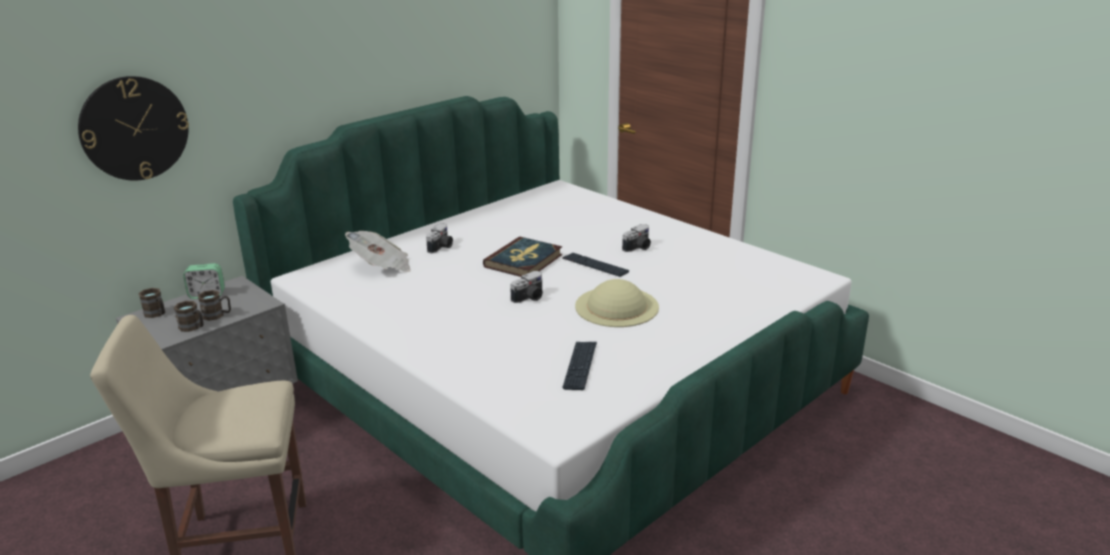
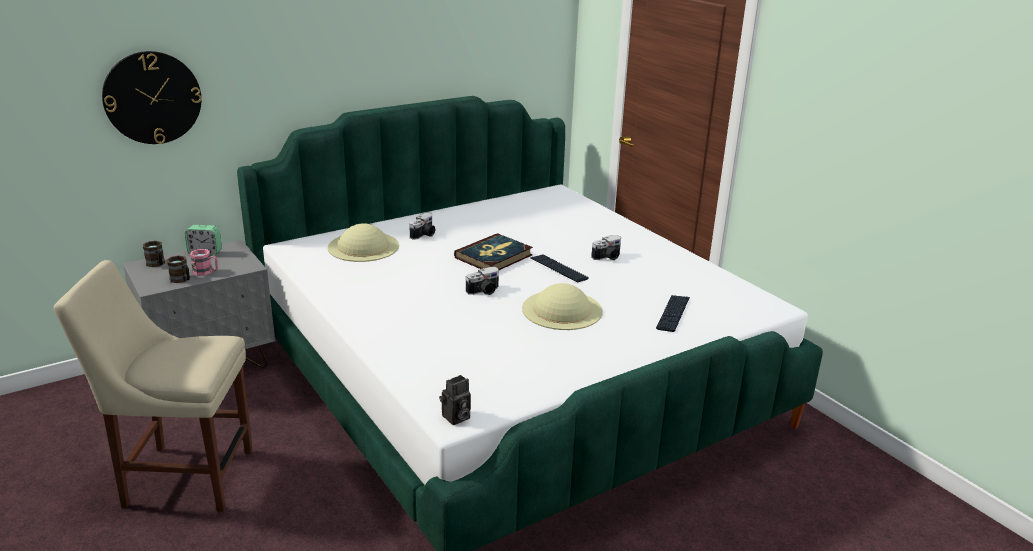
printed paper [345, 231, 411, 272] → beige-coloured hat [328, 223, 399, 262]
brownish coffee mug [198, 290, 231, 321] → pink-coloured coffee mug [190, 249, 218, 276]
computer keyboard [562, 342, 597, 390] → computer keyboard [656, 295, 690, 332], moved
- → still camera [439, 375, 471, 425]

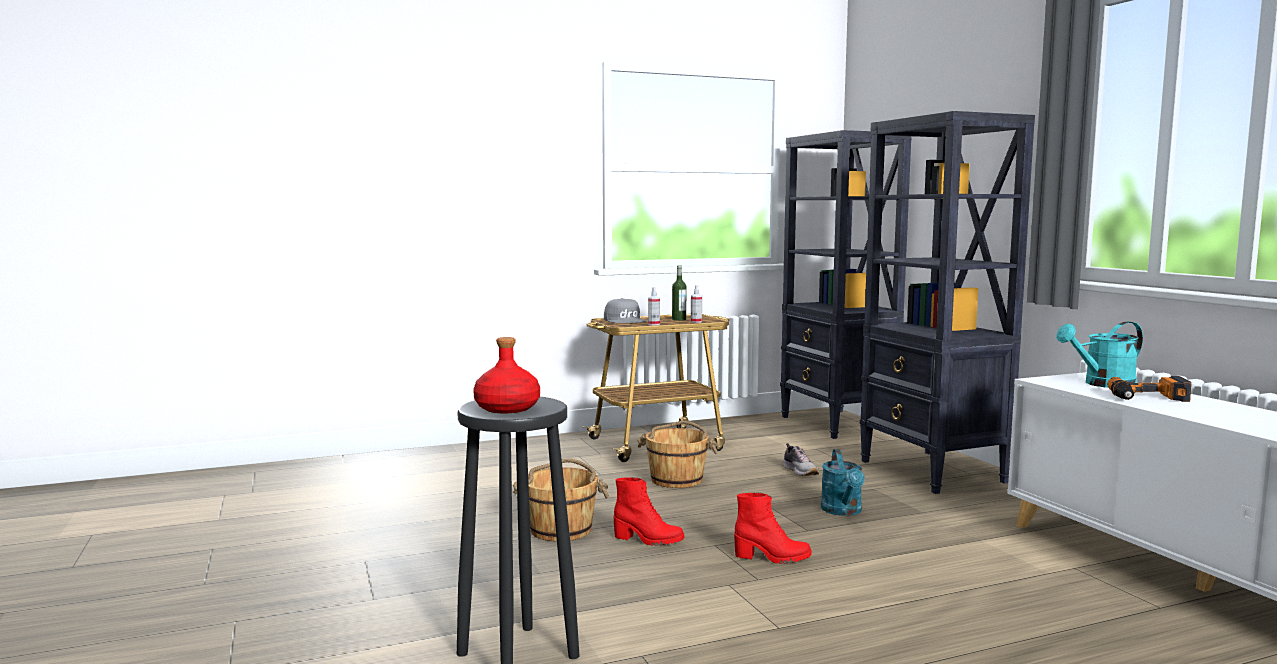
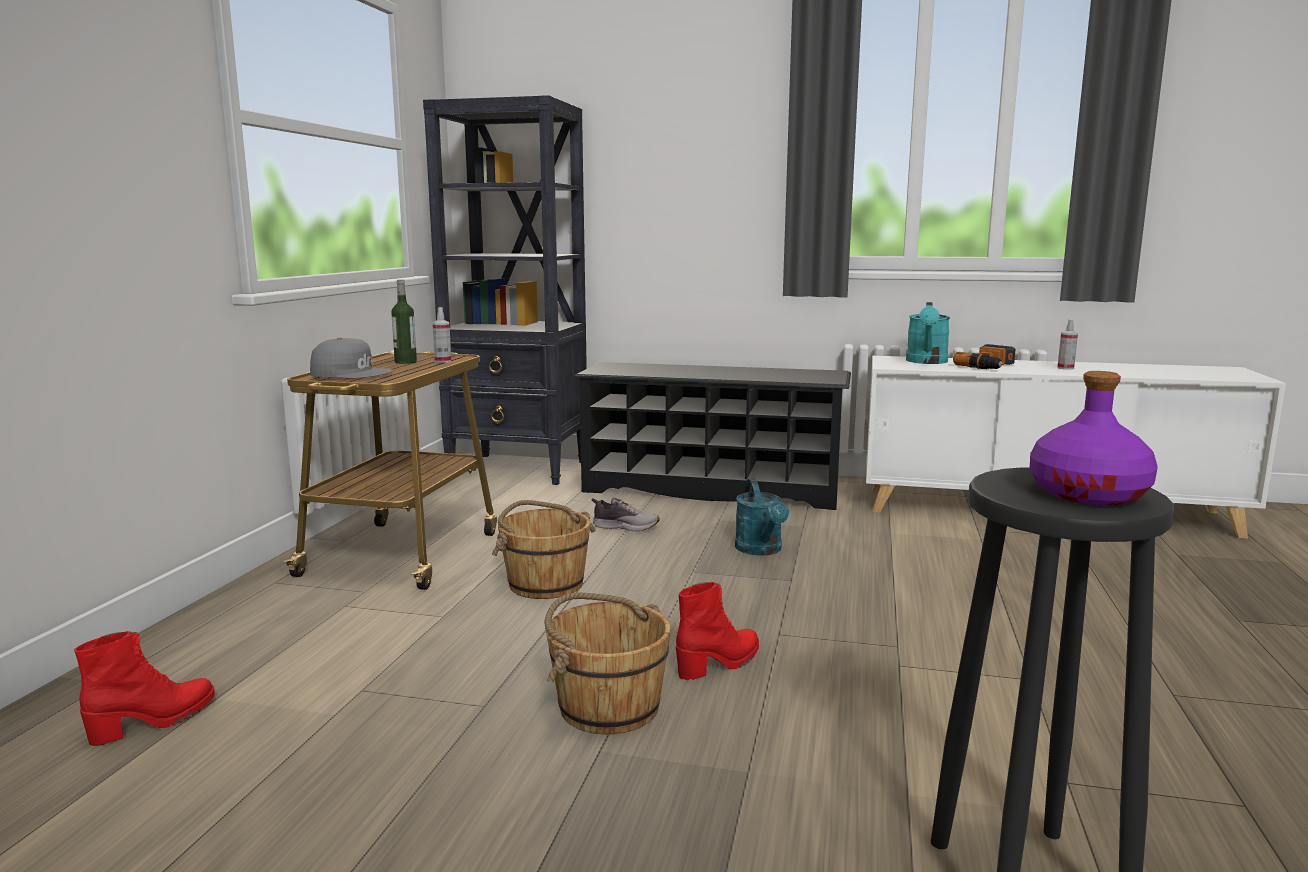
blackish bookshelf [860, 111, 1035, 494] → blackish shoe stand [572, 362, 851, 510]
sprayer [648, 287, 660, 325] → sprayer [1057, 319, 1078, 370], moved
reddish bottle [473, 337, 540, 413] → purplish bottle [1030, 371, 1158, 505]
turquoise watering pot [821, 449, 865, 516] → turquoise watering pot [735, 479, 789, 556], 45 degrees clockwise
reddish boot [734, 492, 812, 564] → reddish boot [74, 631, 215, 746], moved

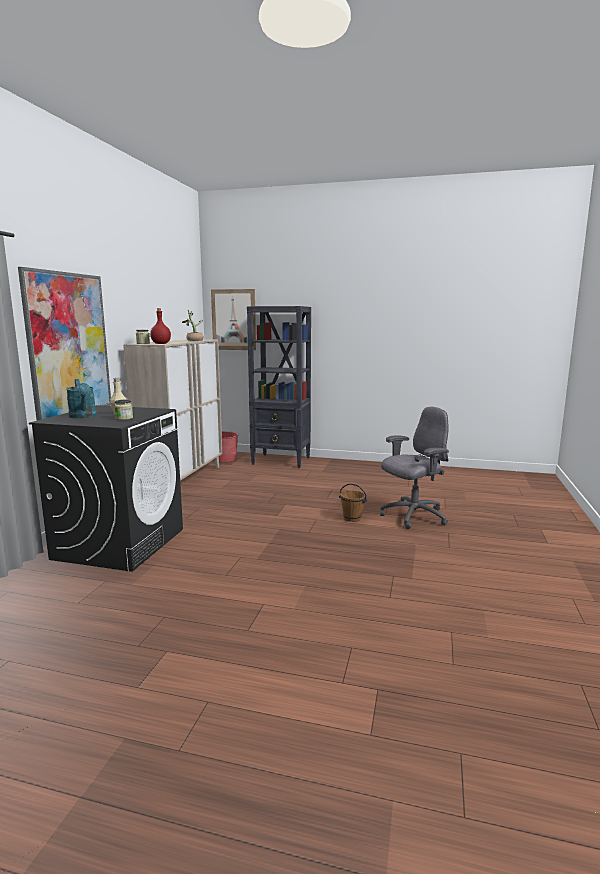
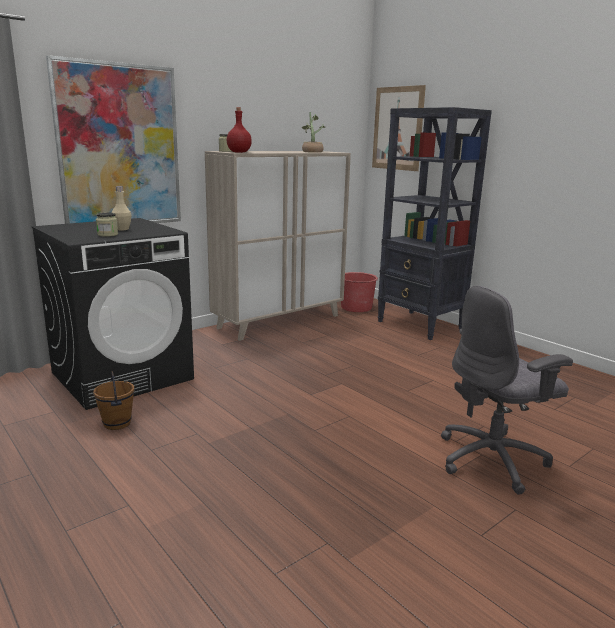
turquoise watering pot [66, 379, 97, 418] → -
greyish office chair [380, 407, 449, 529] → greyish office chair [441, 286, 573, 495], 150 degrees clockwise
brownish water bucket [339, 483, 367, 522] → brownish water bucket [93, 372, 134, 430], moved

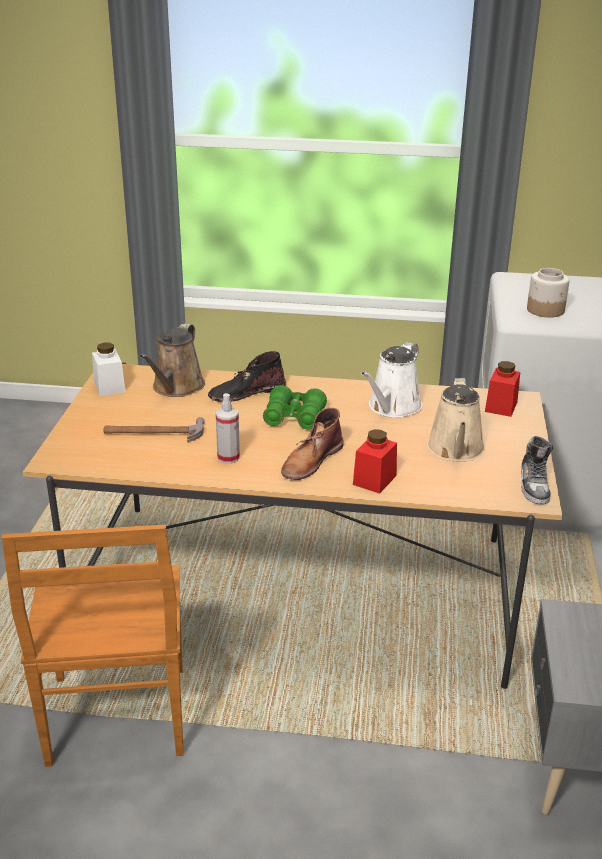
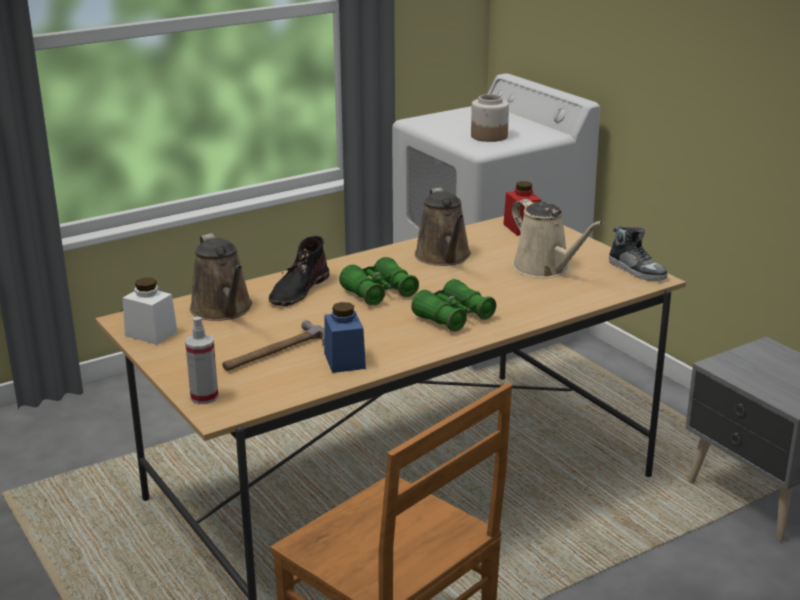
white watering pot [361, 342, 423, 418] → brownish watering pot [415, 188, 471, 266]
sprayer [216, 393, 240, 464] → sprayer [185, 317, 218, 404], moved
brownish boot [281, 408, 344, 480] → green-coloured field glasses [411, 279, 496, 332]
reddish preserve jar [353, 429, 397, 494] → -
- → blue-coloured preserve jar [324, 302, 366, 373]

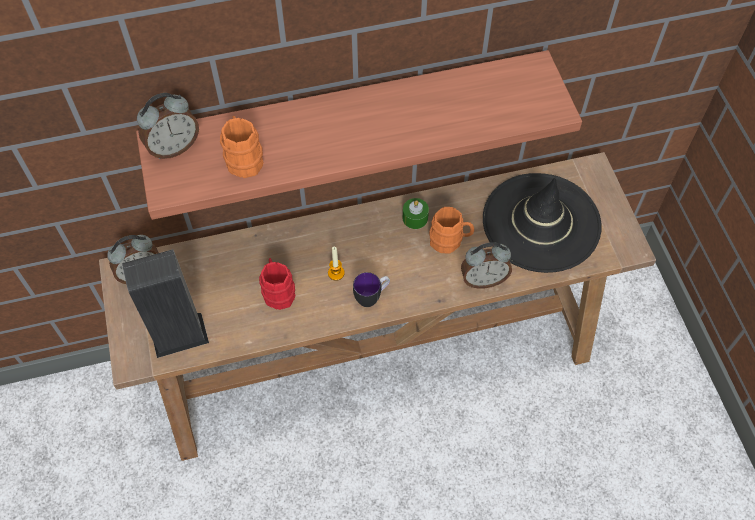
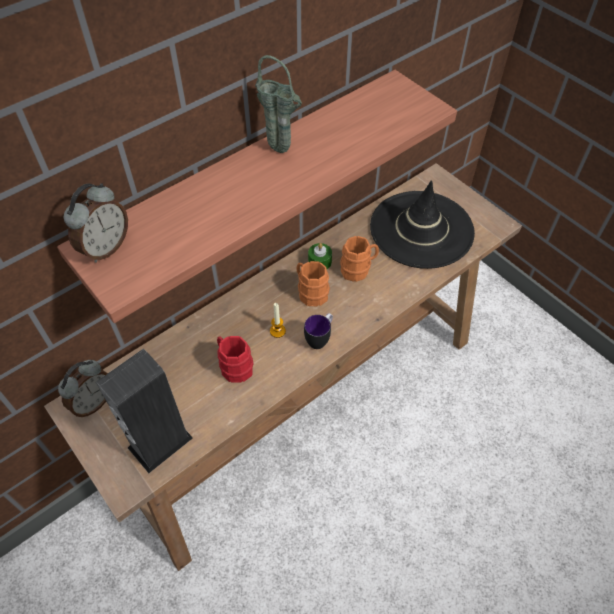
orange coffee mug [220, 116, 264, 178] → orange coffee mug [297, 261, 330, 306], moved
bedside clock [461, 242, 512, 289] → -
- → green-coloured vase [255, 55, 302, 153]

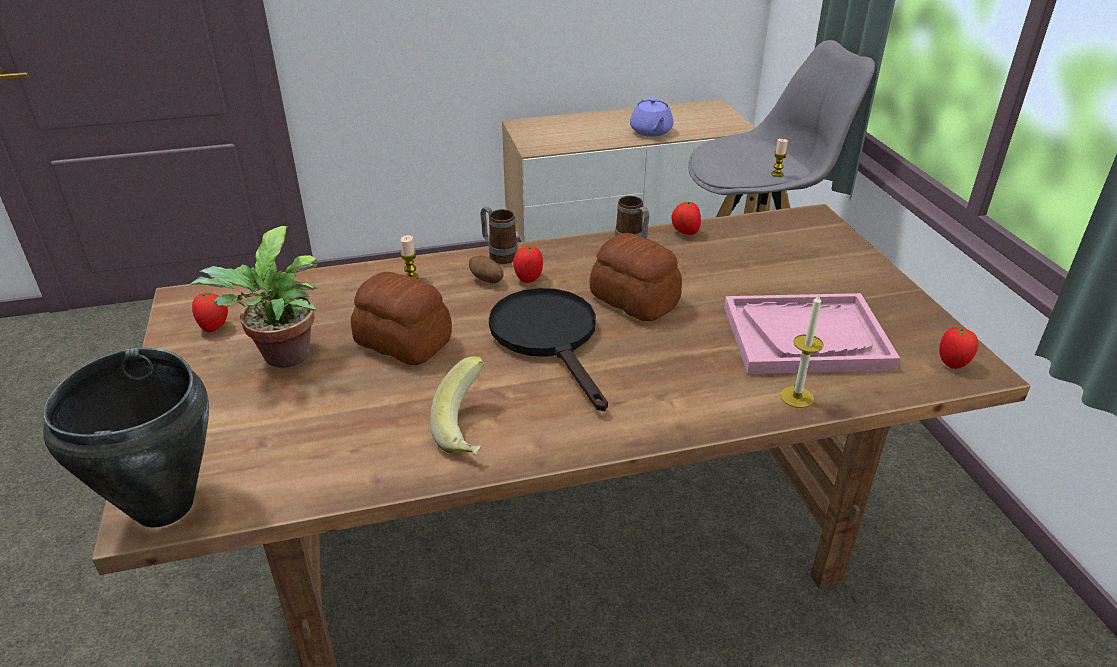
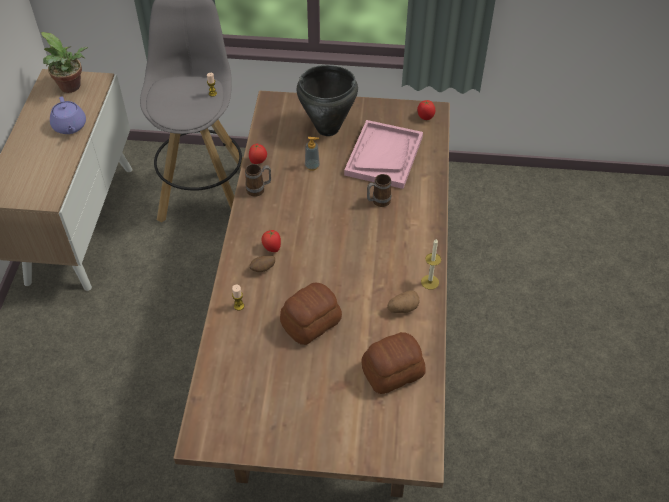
purplish tea pot [630, 98, 673, 137] → purplish tea pot [50, 97, 86, 134], 60 degrees clockwise
coffee mug [480, 206, 518, 264] → coffee mug [367, 174, 391, 207], moved
potted plant [189, 226, 319, 368] → potted plant [41, 32, 88, 93], moved
bakery bread [590, 233, 682, 321] → bakery bread [362, 332, 426, 394], moved
blackish skillet [489, 288, 608, 411] → -
fresh tomato [192, 291, 228, 332] → -
candle [780, 294, 824, 408] → candle [421, 239, 441, 290], moved
blackish cooking pot [43, 347, 209, 527] → blackish cooking pot [297, 65, 358, 136], moved
whole banana [430, 356, 485, 456] → spud [387, 290, 420, 313]
- → liquid soap bottle [305, 137, 320, 171]

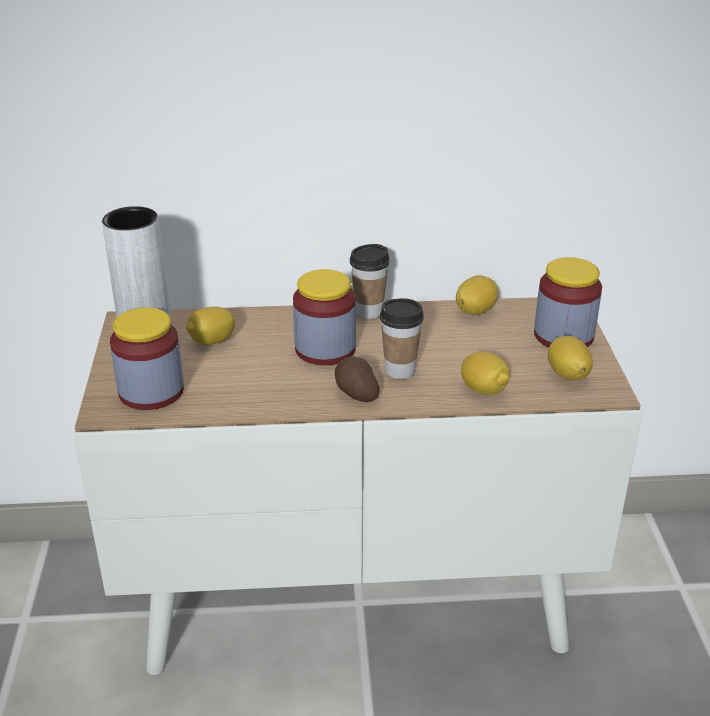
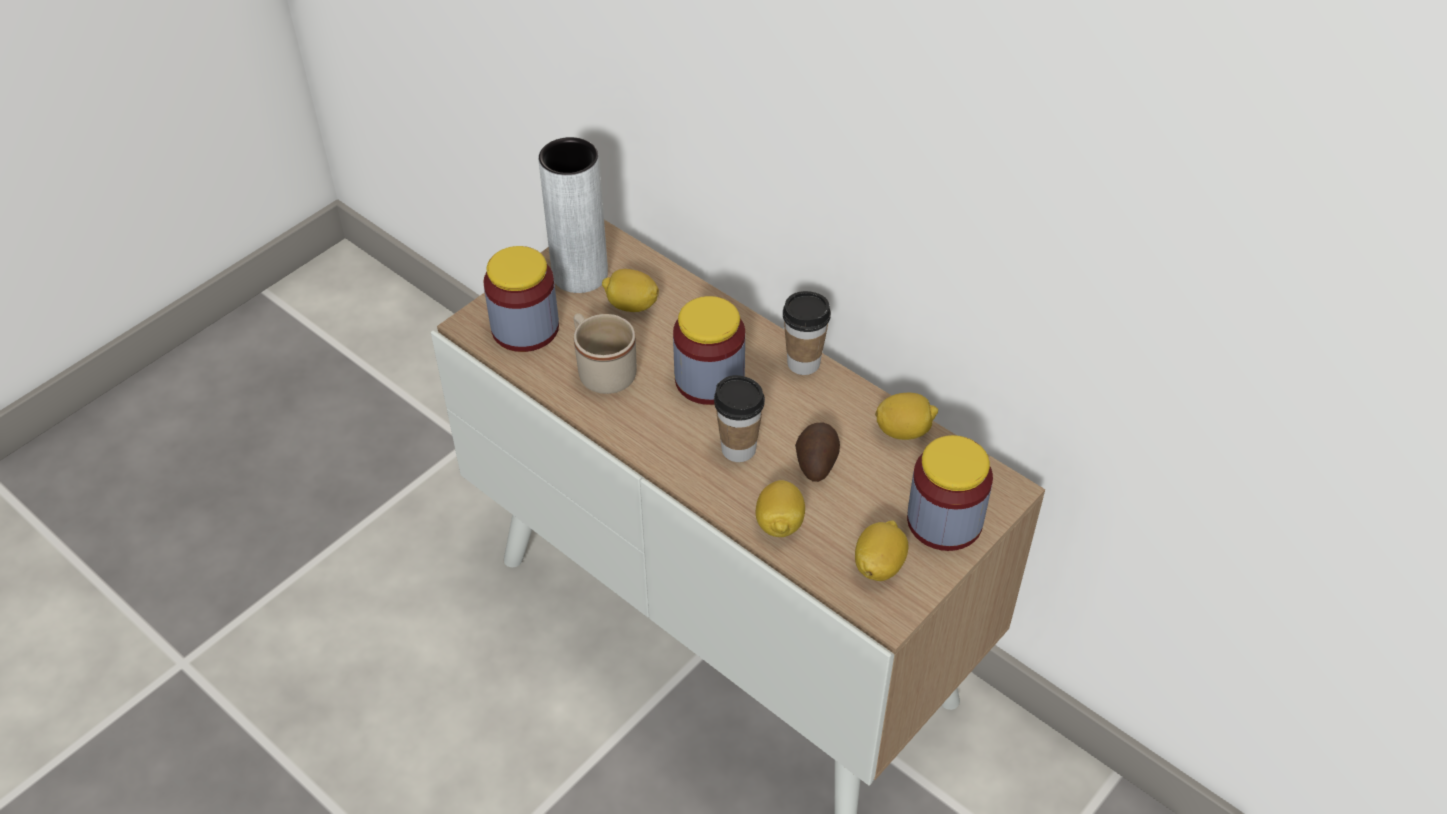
spud [335, 356, 380, 402] → spud [795, 423, 840, 482], moved
- → beige-coloured coffee mug [573, 313, 637, 394]

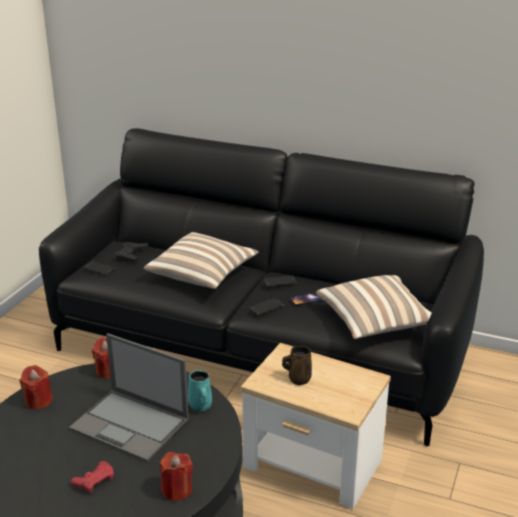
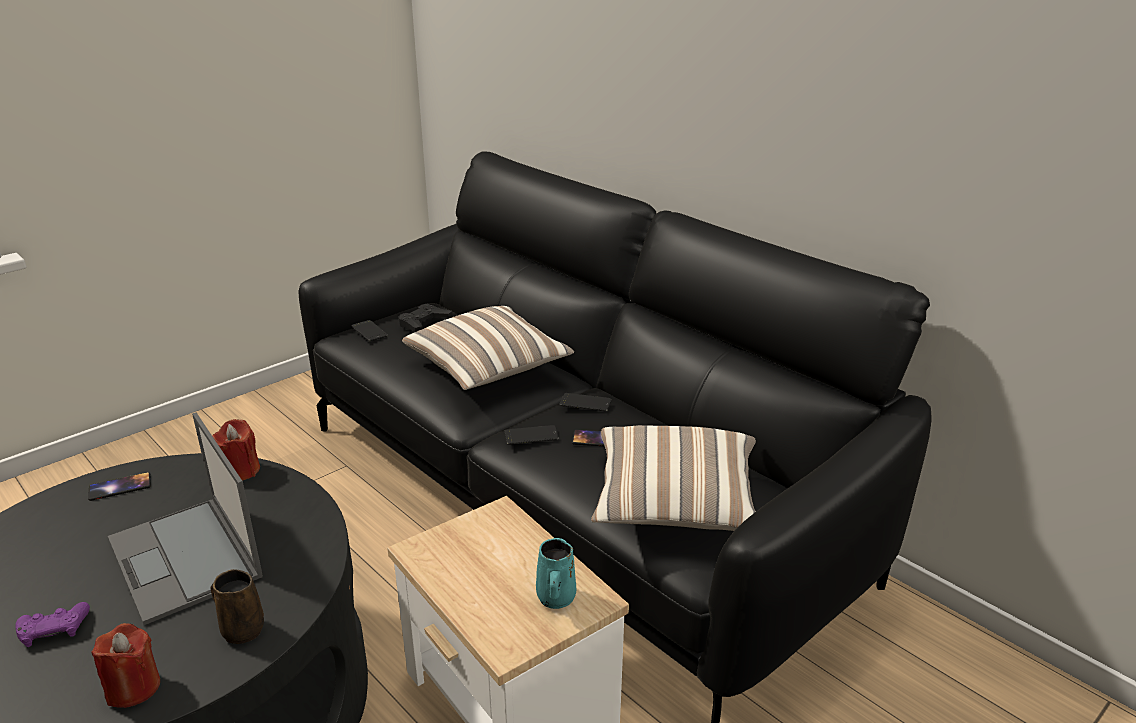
brownish coffee mug [282, 346, 312, 385] → brownish coffee mug [210, 569, 264, 644], moved
reddish candle [20, 365, 53, 409] → telephone [88, 472, 151, 501]
turquoise coffee mug [188, 370, 212, 412] → turquoise coffee mug [536, 538, 576, 609], moved
reddish gamepad [71, 461, 114, 493] → purplish gamepad [15, 602, 90, 647]

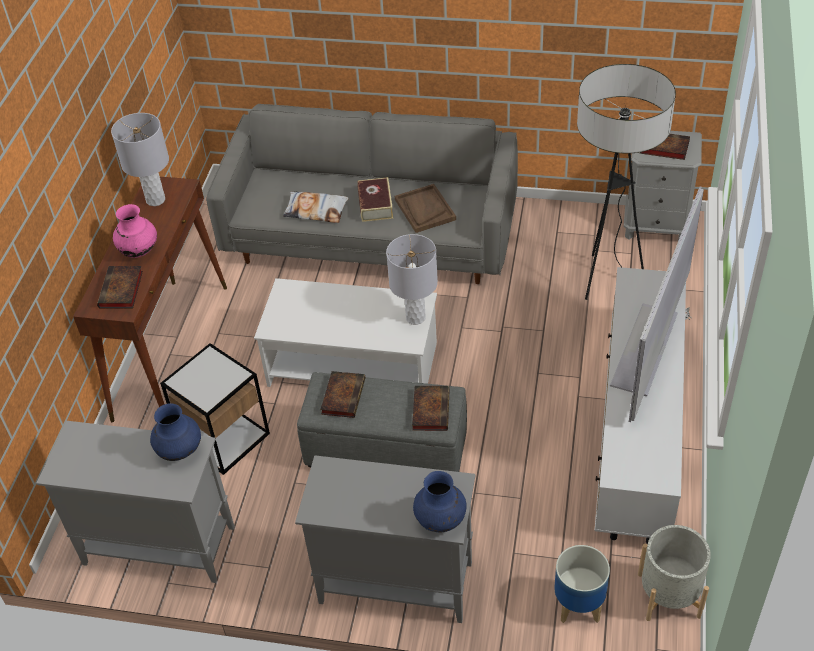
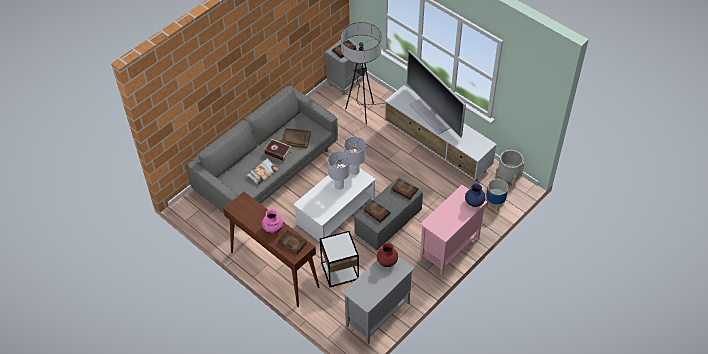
greyish table lamp [111, 113, 169, 206] → greyish table lamp [327, 151, 350, 190], moved
blue-coloured vase [150, 403, 201, 461] → reddish vase [377, 243, 398, 267]
greyish cabinet [295, 455, 475, 623] → pink-coloured cabinet [420, 185, 487, 275]

